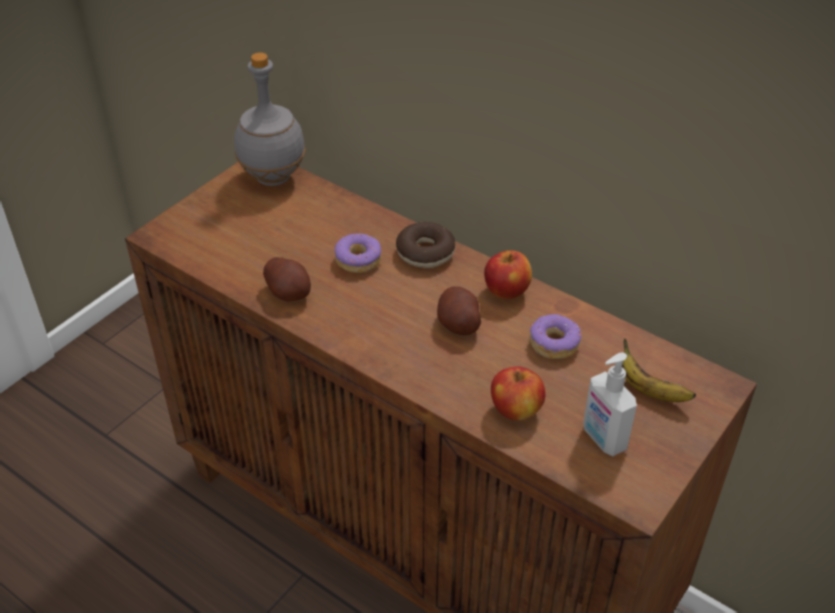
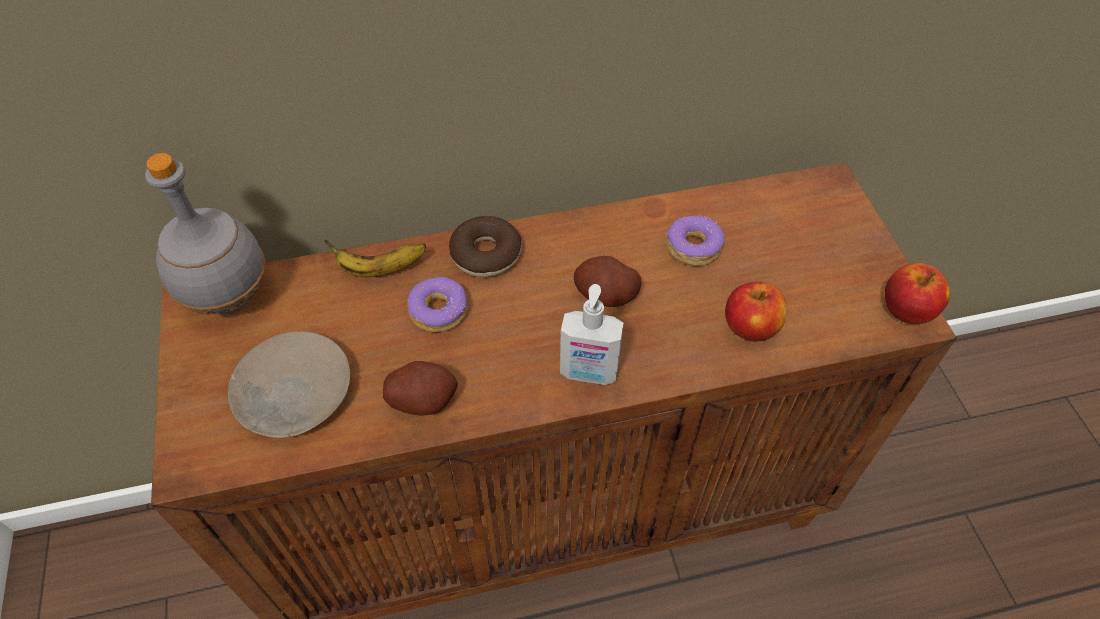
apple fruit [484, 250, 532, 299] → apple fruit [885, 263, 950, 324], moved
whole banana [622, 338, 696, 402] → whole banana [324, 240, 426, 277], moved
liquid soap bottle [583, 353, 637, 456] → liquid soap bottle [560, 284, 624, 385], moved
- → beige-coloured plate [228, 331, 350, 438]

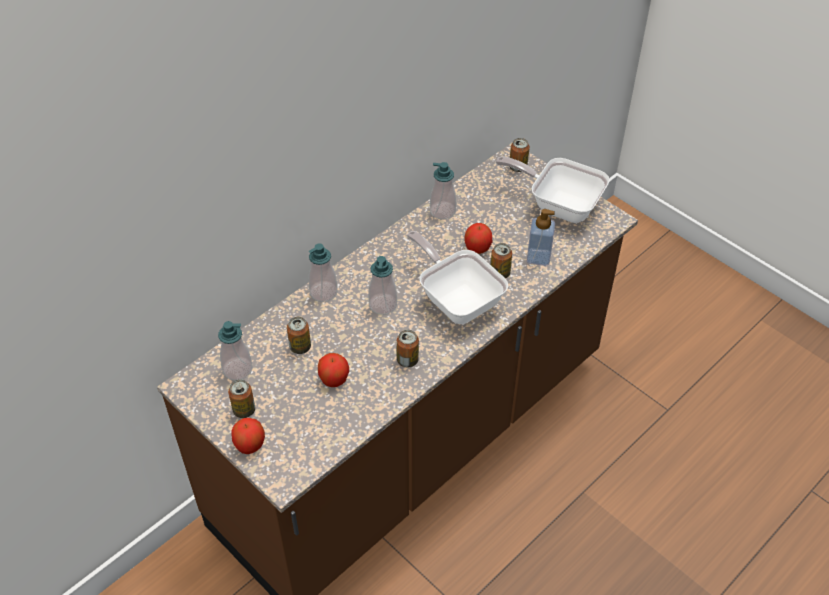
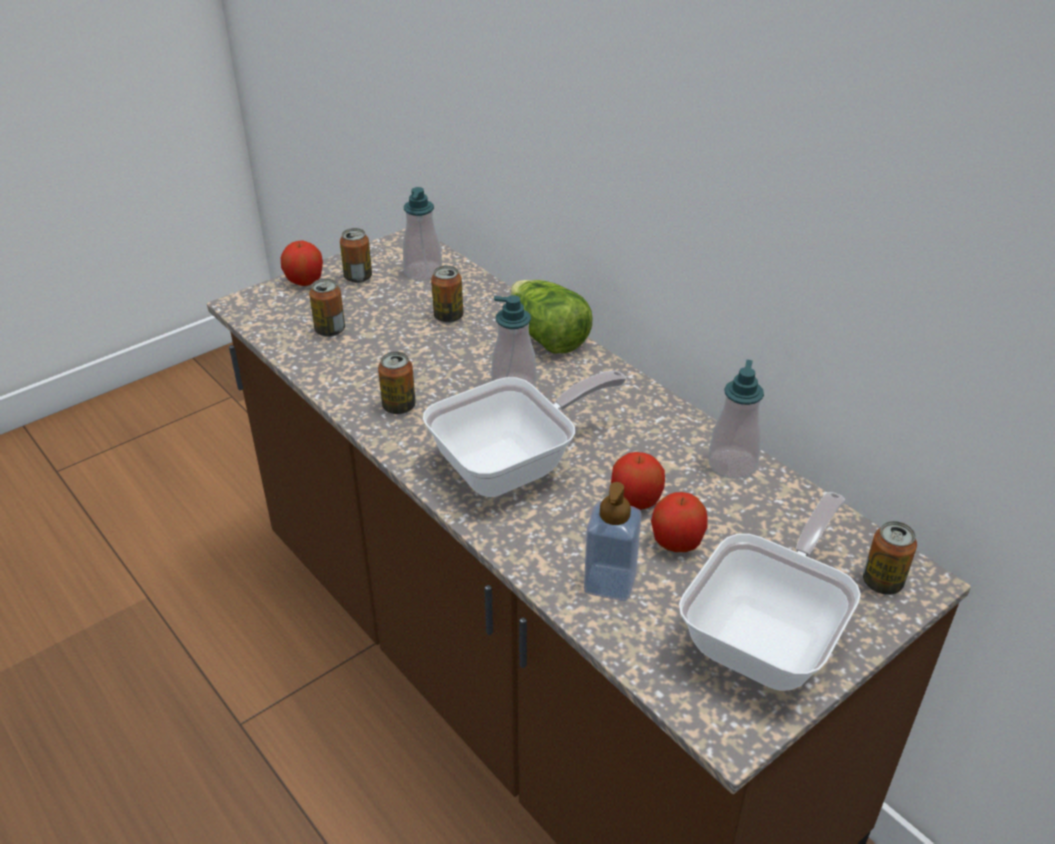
liquid soap bottle [309, 243, 338, 302] → head of lettuce [510, 280, 592, 353]
can [491, 243, 512, 278] → can [309, 279, 345, 337], moved
apple fruit [318, 353, 349, 387] → apple fruit [651, 492, 707, 552], moved

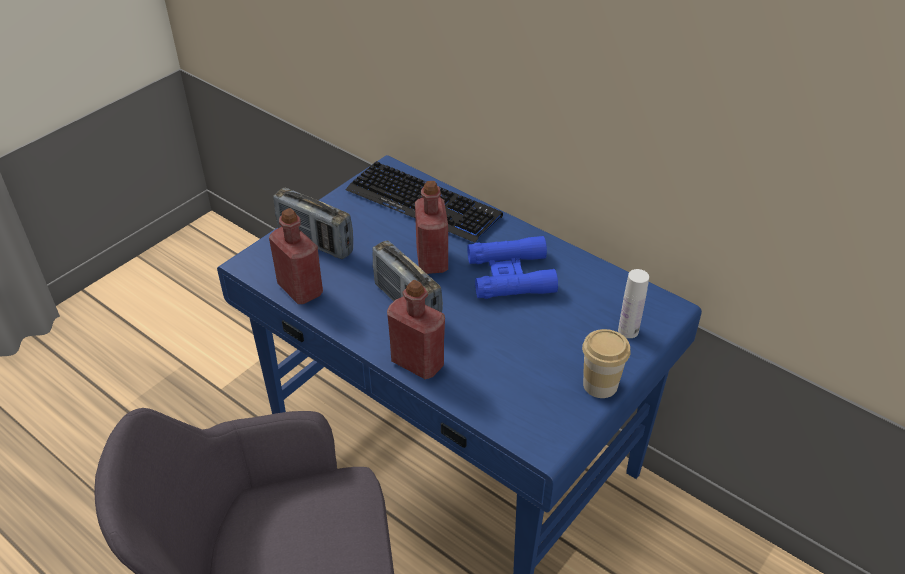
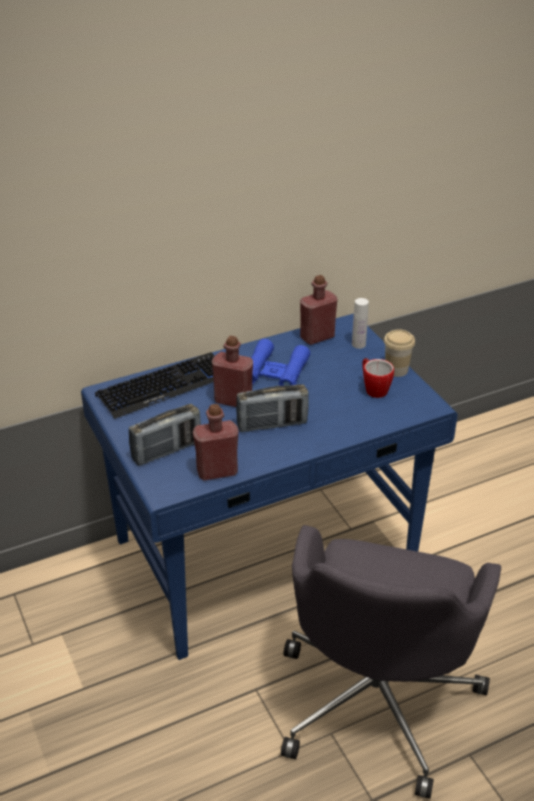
reddish bottle [387, 280, 445, 379] → reddish bottle [300, 275, 337, 345], moved
- → coffee mug [362, 358, 394, 398]

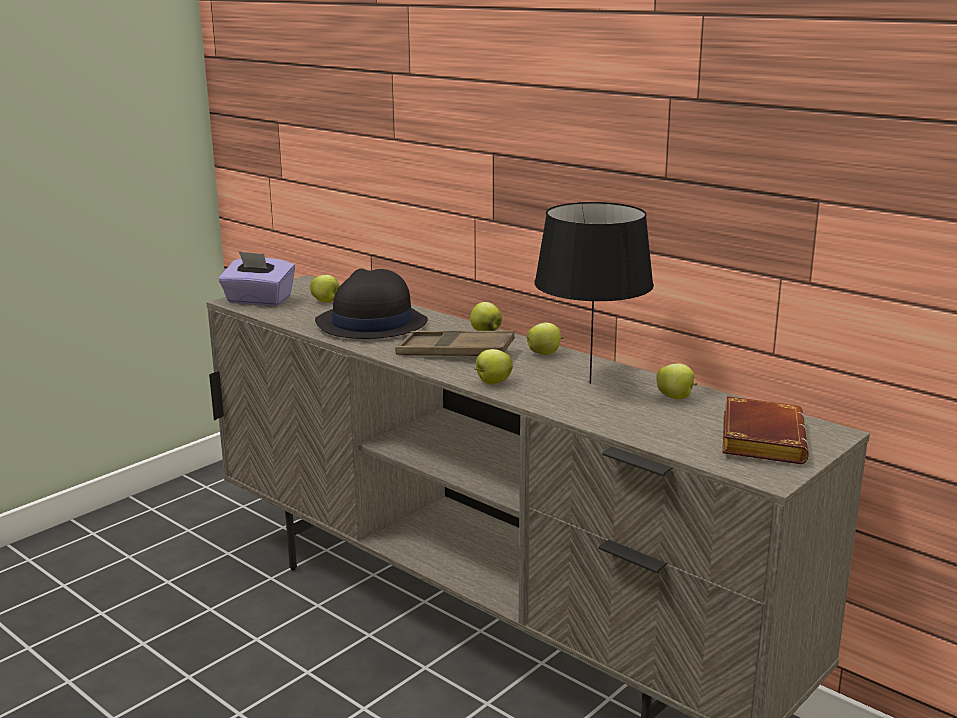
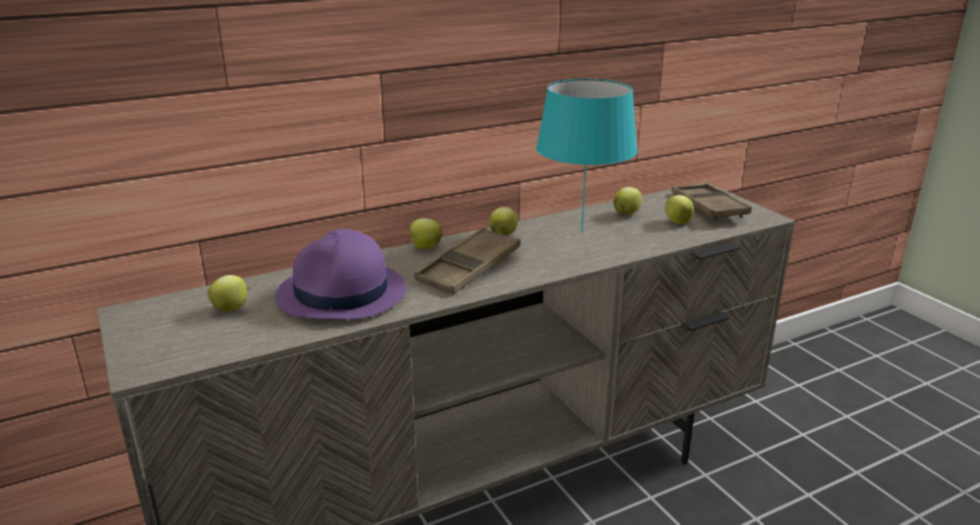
blackish table lamp [534, 202, 654, 384] → turquoise table lamp [536, 79, 637, 233]
purplish tissue box [218, 251, 295, 306] → -
blackish hat [315, 268, 428, 339] → purplish hat [275, 229, 406, 320]
apple fruit [474, 349, 513, 385] → apple fruit [665, 195, 694, 224], moved
brownish book [723, 396, 809, 464] → brownish tray [672, 183, 752, 220]

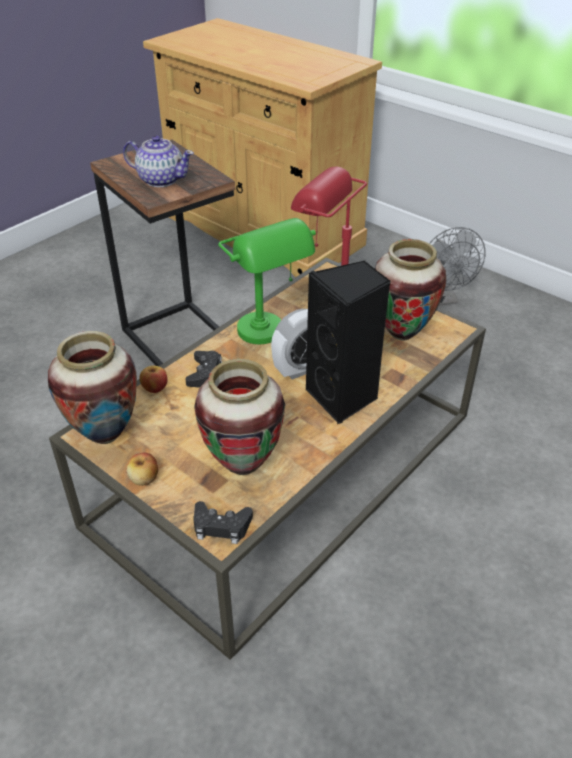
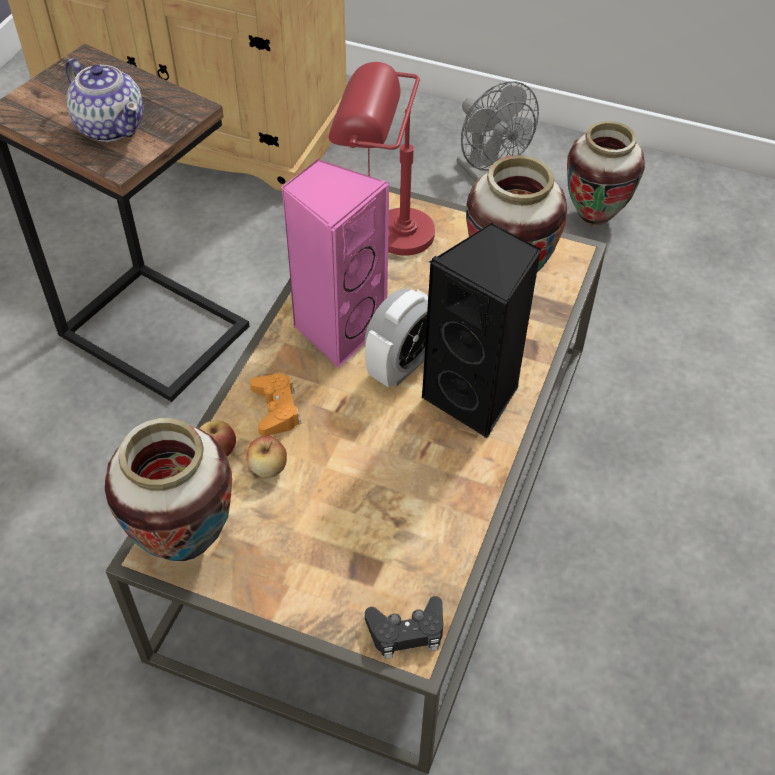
tea pot [123, 135, 194, 187] → tea pot [65, 58, 144, 142], 45 degrees clockwise
green-coloured table lamp [218, 218, 316, 344] → pink-coloured audio speaker [281, 158, 390, 368]
blackish gamepad [185, 351, 222, 388] → orange gamepad [250, 373, 301, 436]
vase [194, 359, 285, 475] → vase [567, 121, 645, 226], moved
apple fruit [126, 452, 158, 486] → apple fruit [246, 435, 287, 478], moved

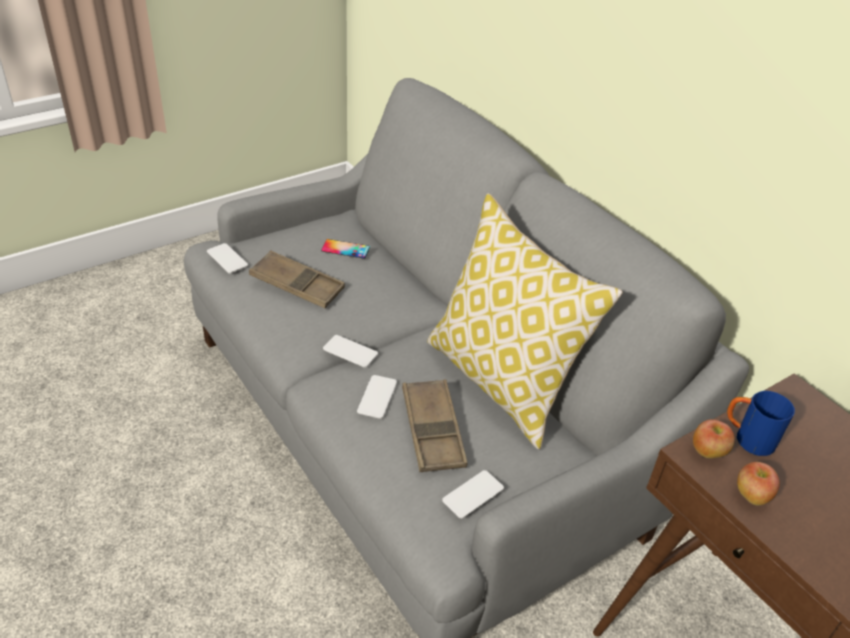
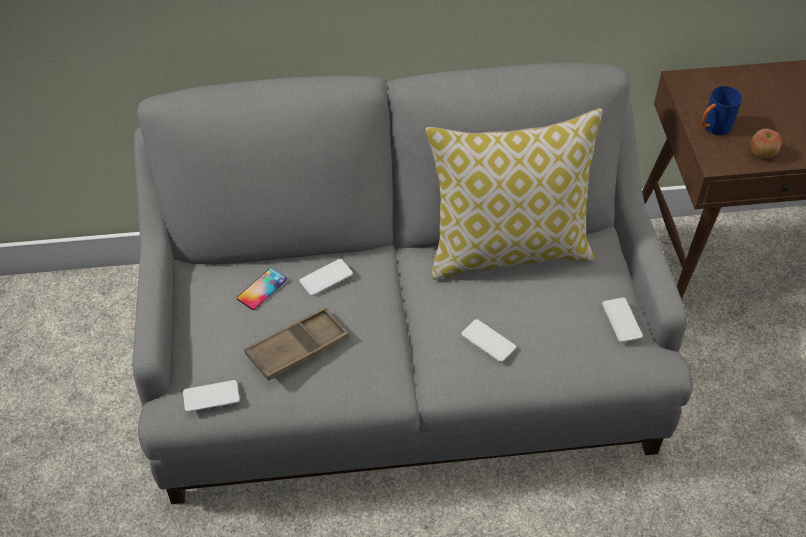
telephone [323, 335, 378, 368] → telephone [299, 259, 353, 296], moved
brownish tray [402, 379, 467, 472] → -
apple fruit [693, 419, 735, 458] → -

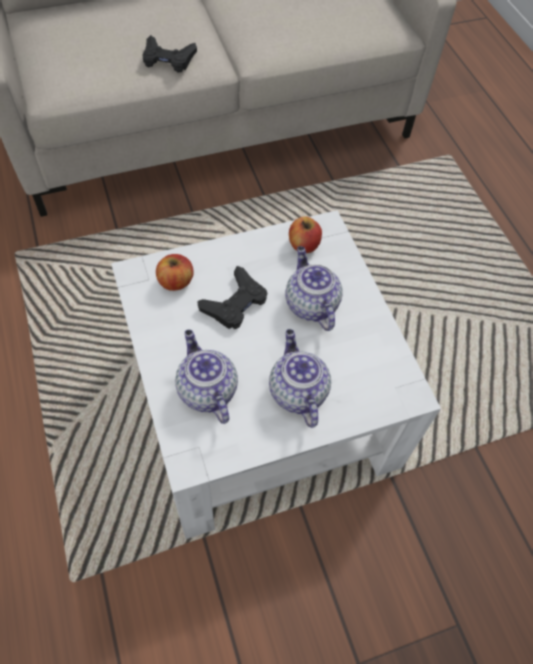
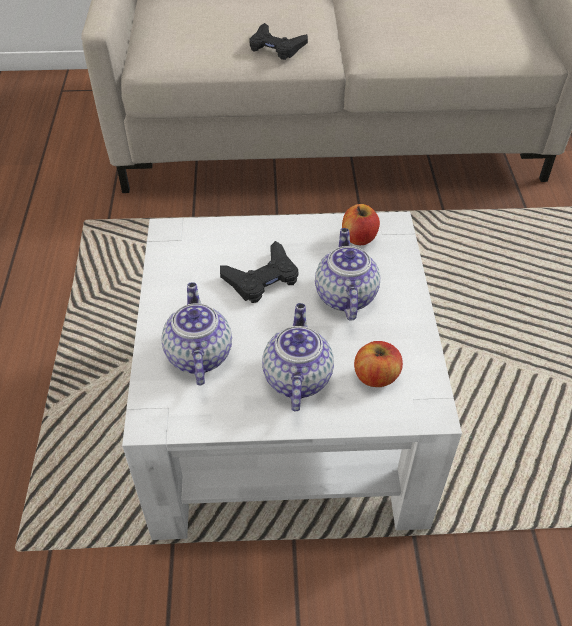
apple fruit [156, 254, 194, 291] → apple fruit [354, 341, 403, 387], moved

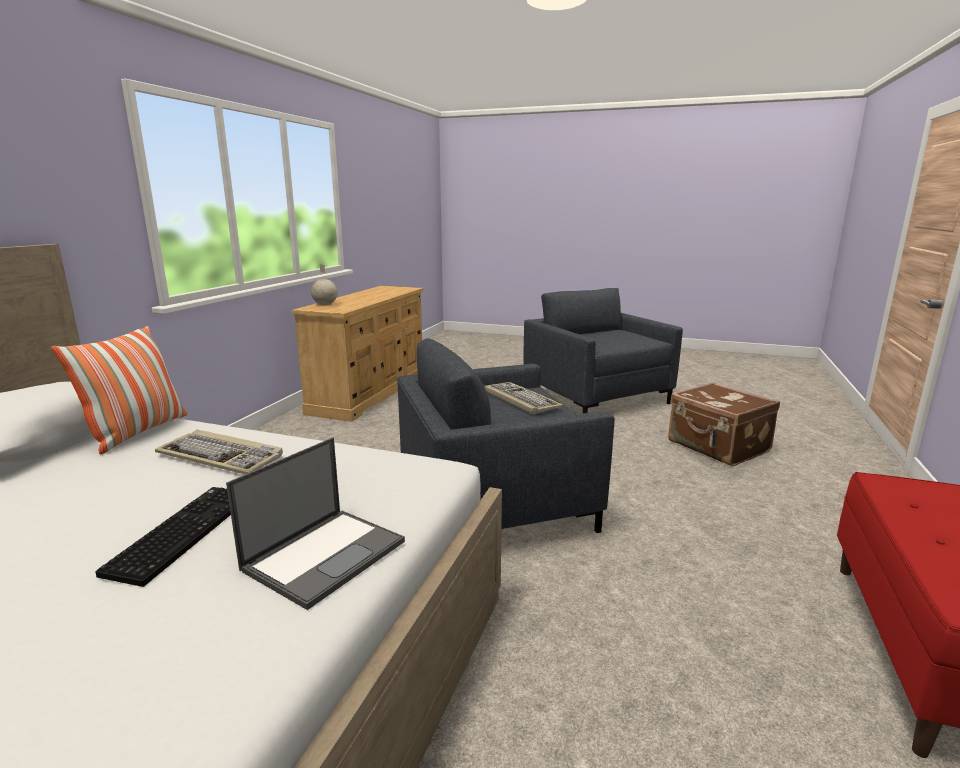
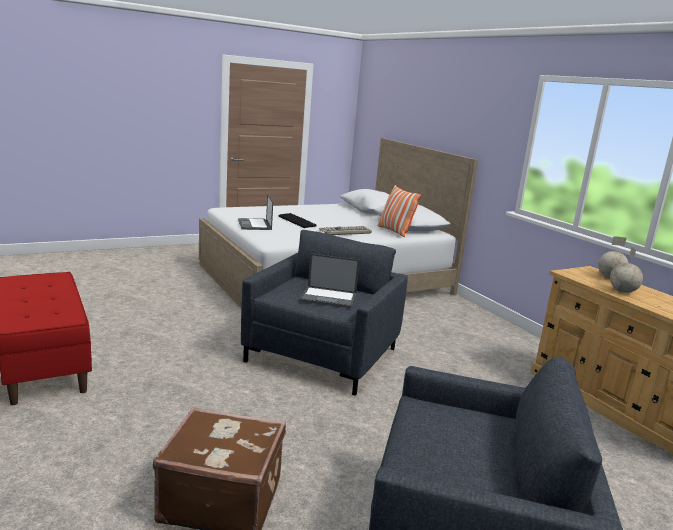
computer keyboard [484, 382, 563, 415] → portable computer [300, 253, 360, 308]
- → globe [610, 247, 643, 293]

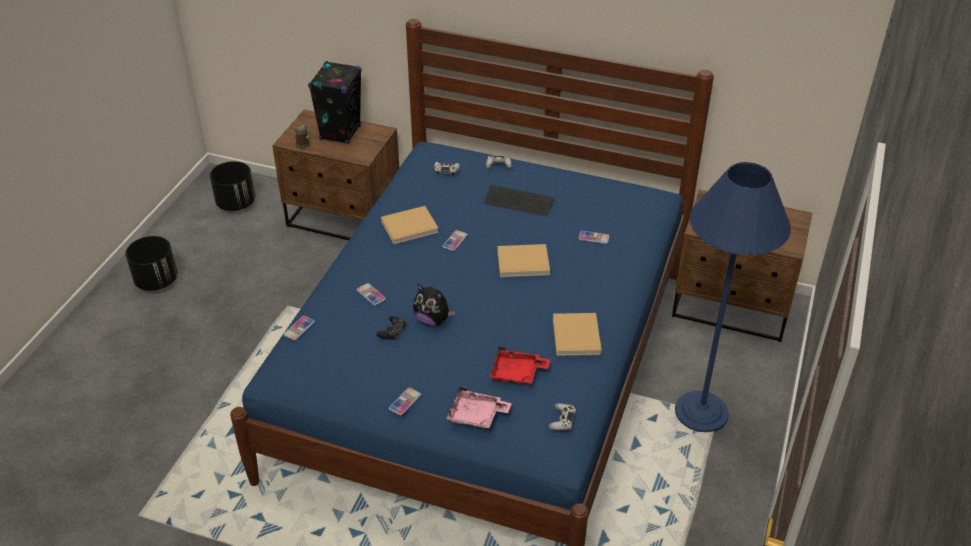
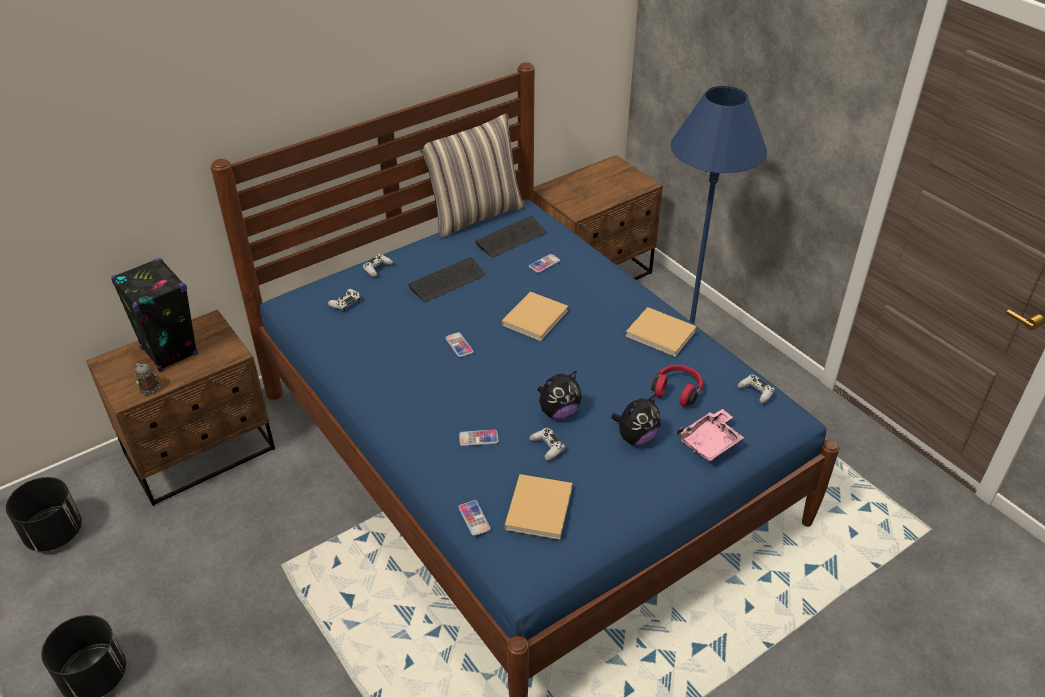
beige-coloured book [381, 206, 439, 244] → beige-coloured book [505, 474, 572, 540], moved
blackish gamepad [377, 316, 406, 340] → white gamepad [529, 428, 565, 461]
reddish tray [489, 346, 550, 384] → reddish pair of headphones [651, 365, 703, 407]
telephone [389, 388, 421, 416] → -
- → throw pillow [420, 114, 526, 238]
- → computer keyboard [475, 216, 547, 257]
- → soft toy [611, 394, 660, 445]

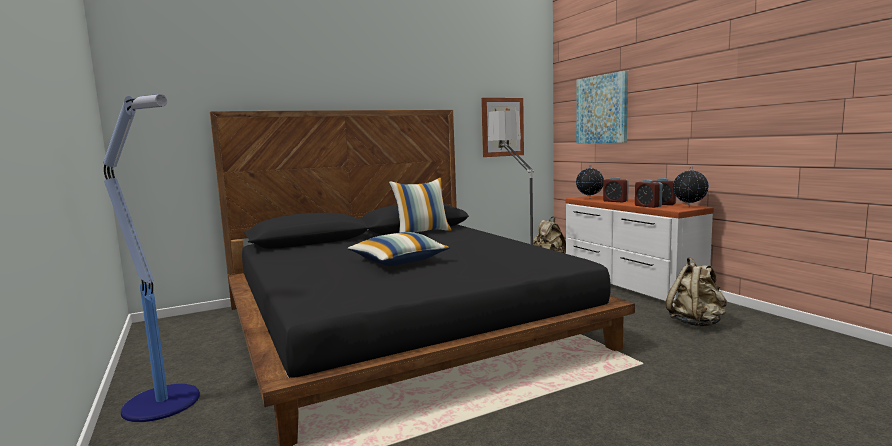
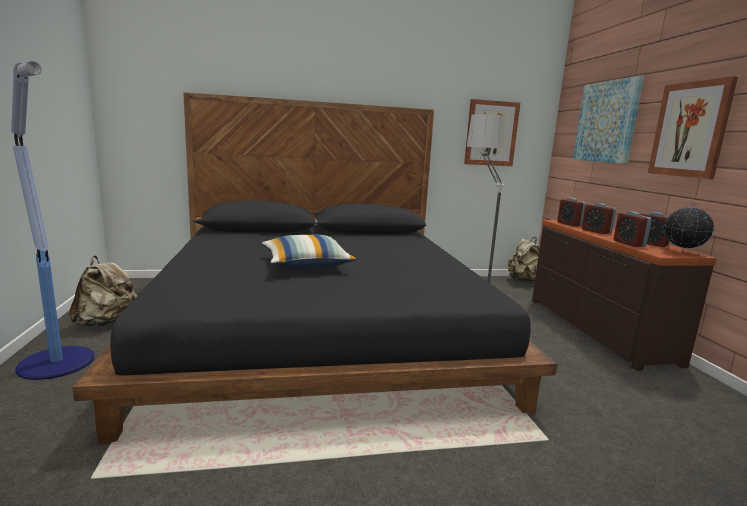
globe [576, 165, 604, 199] → bedside clock [557, 198, 586, 226]
throw pillow [389, 177, 452, 233] → -
white dresser [566, 195, 714, 307] → brownish dresser [532, 220, 717, 371]
beige-coloured backpack [666, 257, 727, 326] → beige-coloured backpack [69, 256, 138, 327], moved
- → picture [648, 76, 738, 179]

